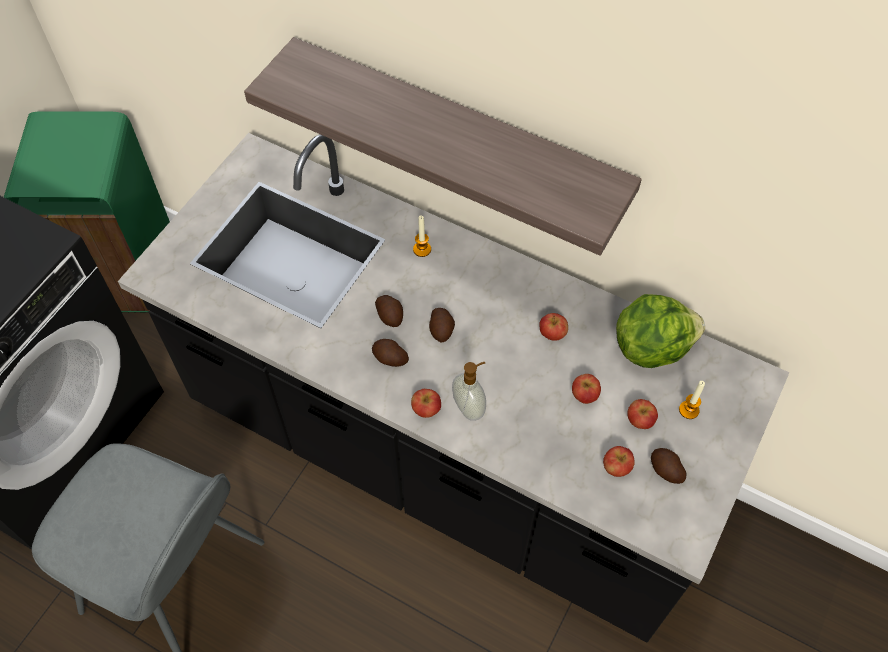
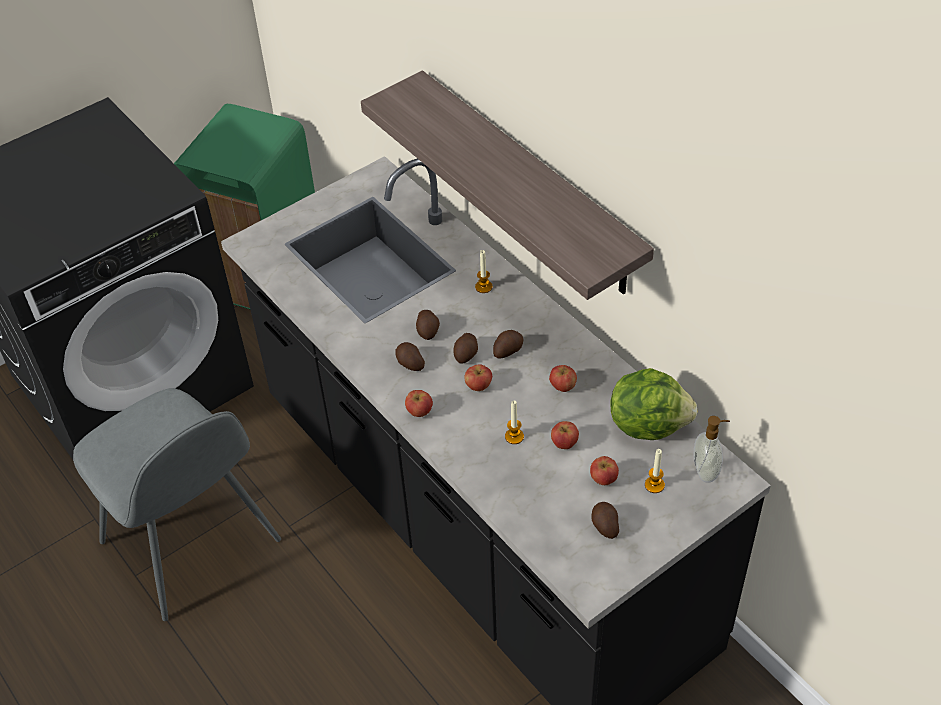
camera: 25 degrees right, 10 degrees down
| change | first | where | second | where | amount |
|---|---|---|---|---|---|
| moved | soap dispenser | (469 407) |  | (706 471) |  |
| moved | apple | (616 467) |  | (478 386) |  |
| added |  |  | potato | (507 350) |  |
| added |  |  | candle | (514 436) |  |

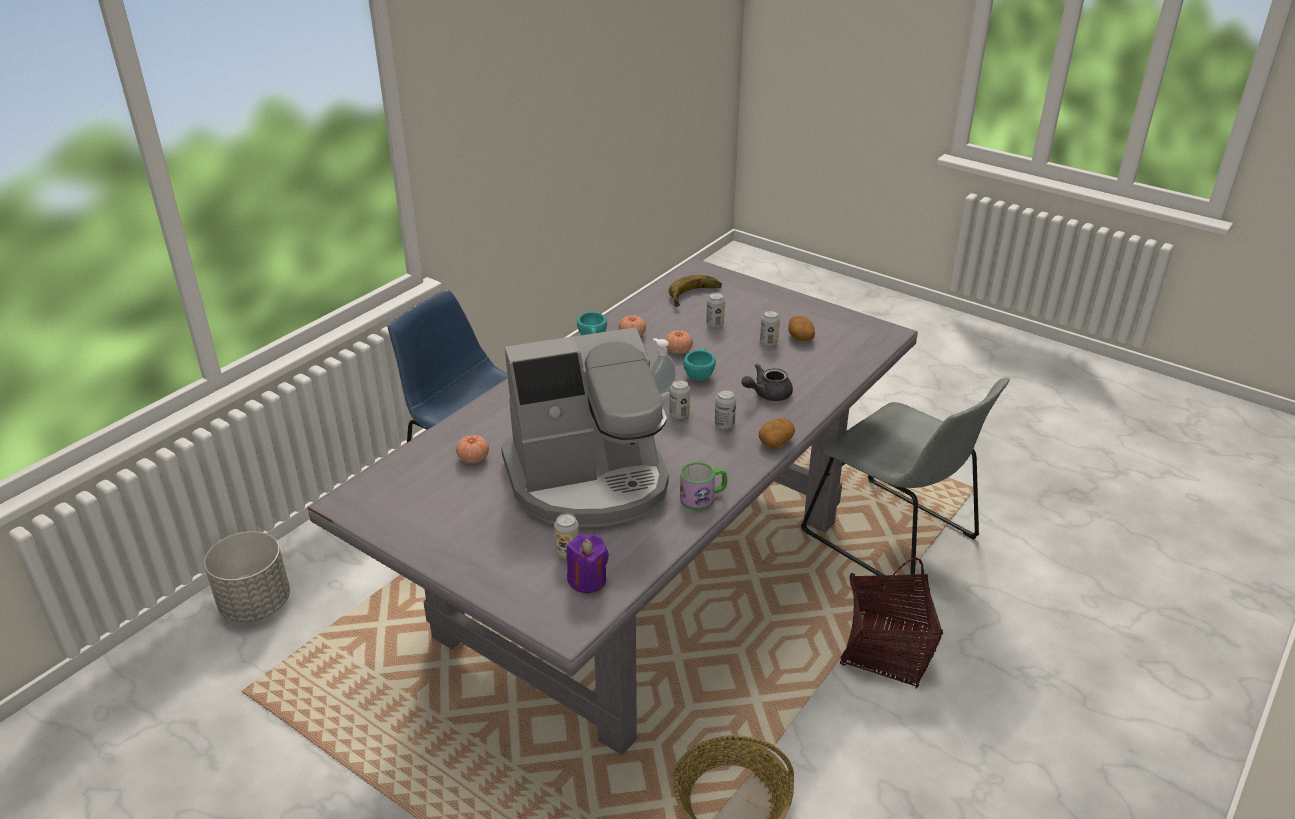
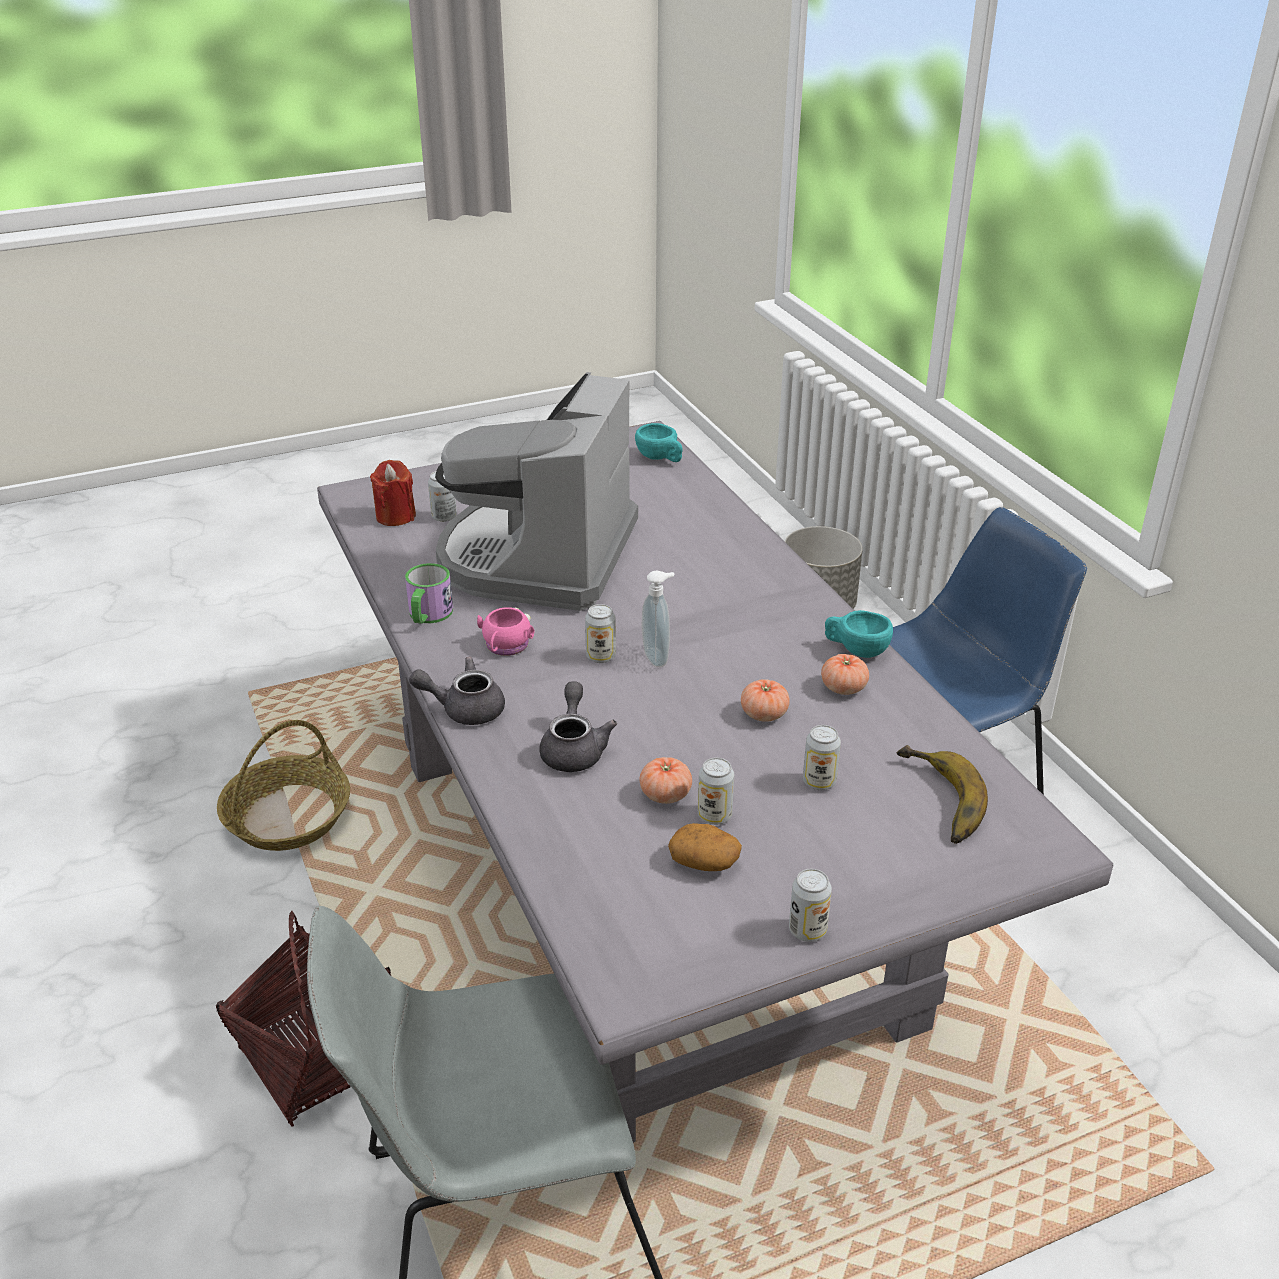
camera: 120 degrees right, 0 degrees up
| change | first | where | second | where | amount |
|---|---|---|---|---|---|
| moved | tomato | (473 458) |  | (665 794) |  |
| recoloured | purple candle | (587 580) | red candle | (395 516) |  |
| moved | turquoise cup | (699 374) |  | (660 458) |  |
| moved | can | (724 424) |  | (807 930) |  |
| replaced | potato | (776 441) | grey teapot | (464 709) |  |
| added |  |  | pink mug | (505 647) |  |

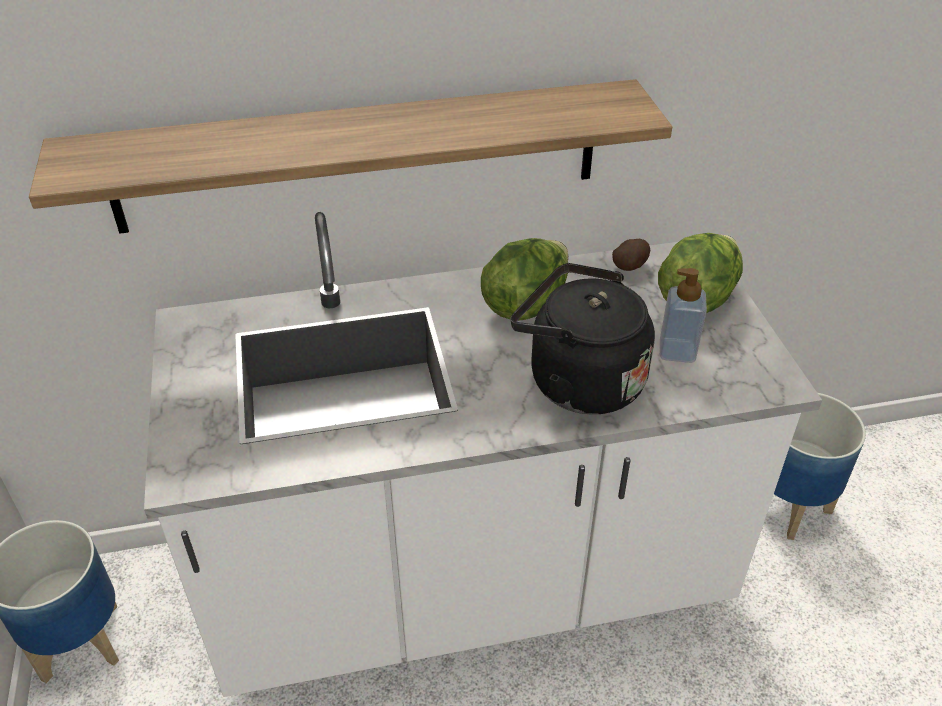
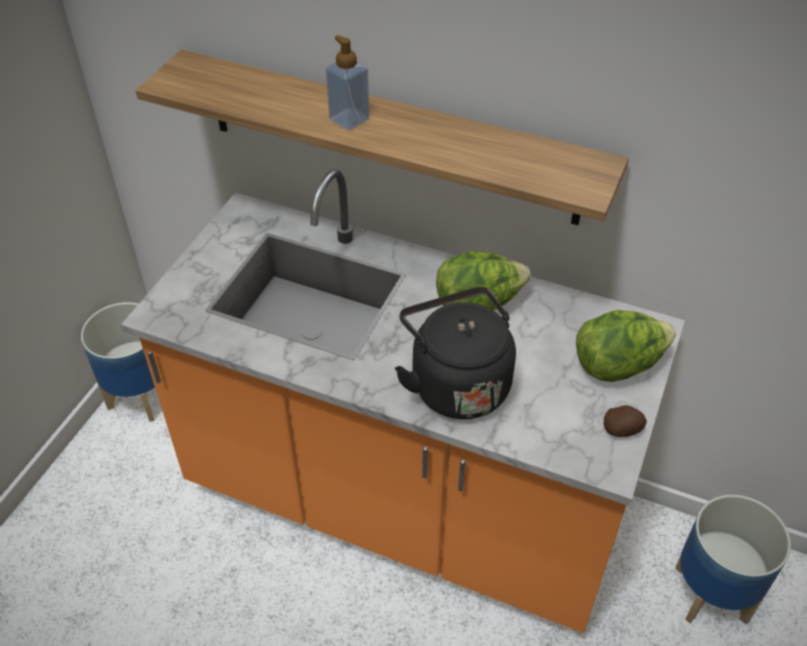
camera: 35 degrees right, 5 degrees up
| change | first | where | second | where | amount |
|---|---|---|---|---|---|
| recoloured | white counter | (471 585) | orange counter | (403 503) |  |
| moved | potato | (630 266) |  | (622 430) |  |
| moved | soap dispenser | (677 351) |  | (349 119) |  |

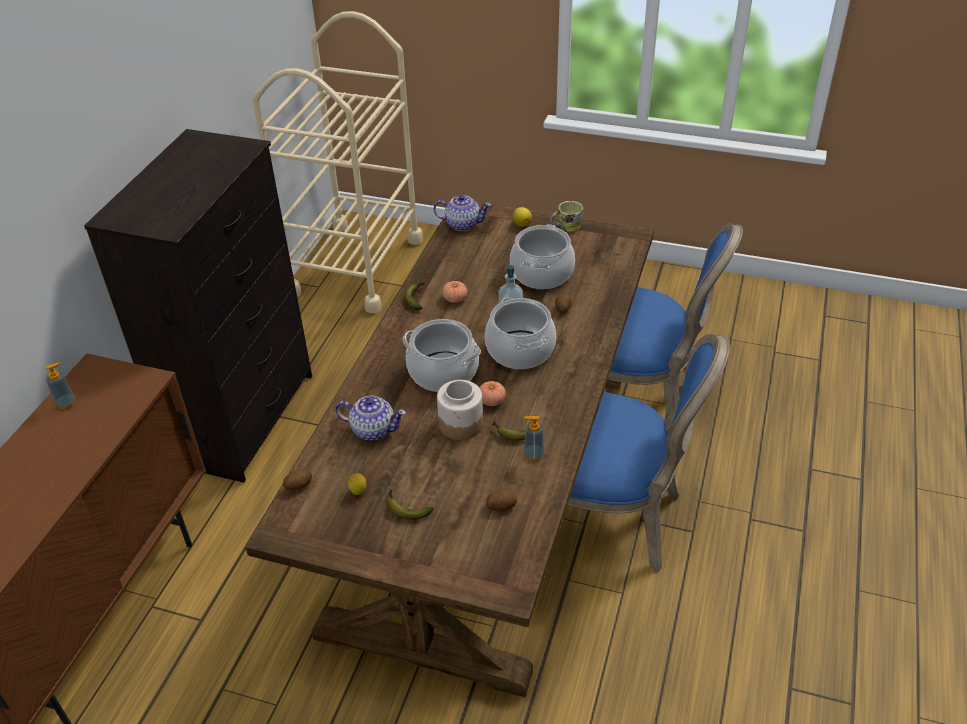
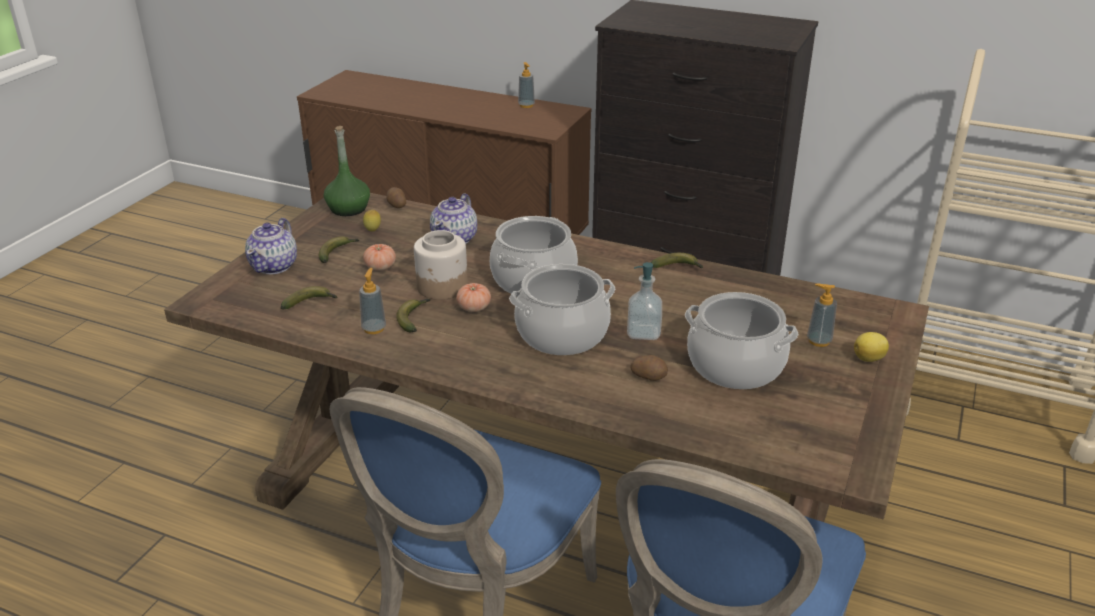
camera: 95 degrees right, 10 degrees down
| change | first | where | second | where | amount |
|---|---|---|---|---|---|
| moved | teapot | (462 224) |  | (274 266) |  |
| moved | tomato | (455 298) |  | (380 267) |  |
| replaced | potato | (501 506) | banana | (311 303) |  |
| removed | mug | (566 226) |  |  |  |
| added |  |  | green bottle | (348 209) |  |
| added |  |  | soap dispenser | (818 341) |  |

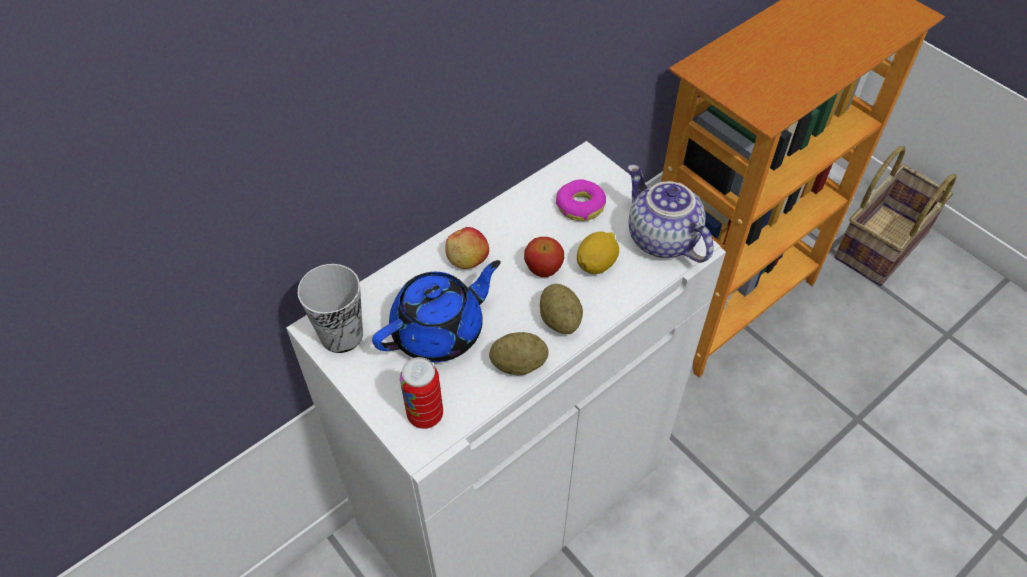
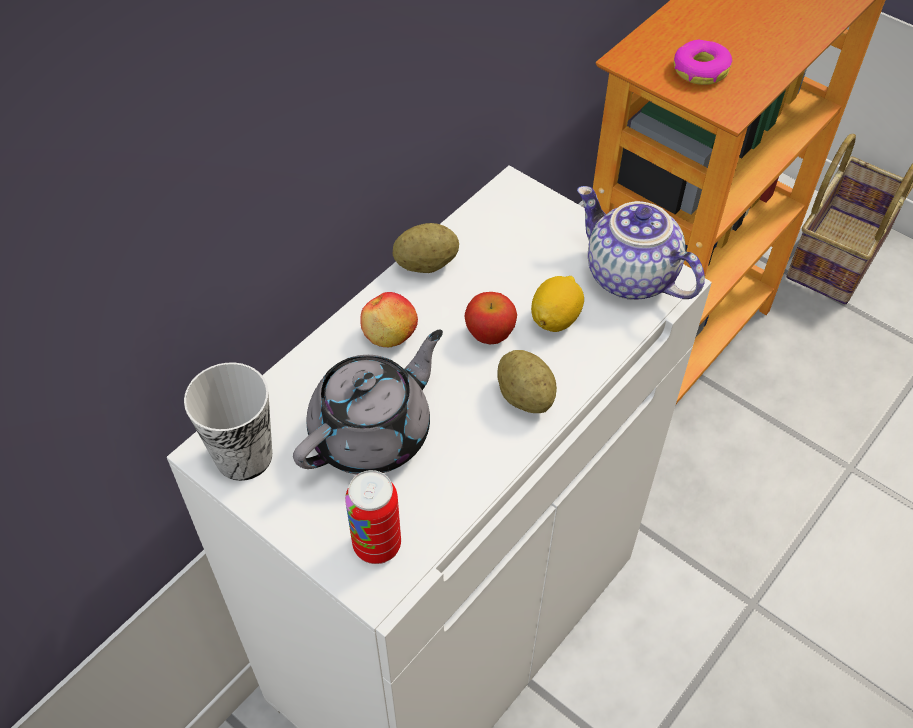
camera: 10 degrees left, 0 degrees up
| change | first | where | second | where | amount |
|---|---|---|---|---|---|
| recoloured | blue teapot | (440 331) | grey teapot | (373 432) |  |
| moved | potato | (518 364) |  | (426 264) |  |
| moved | donut | (580 206) |  | (700 70) |  |

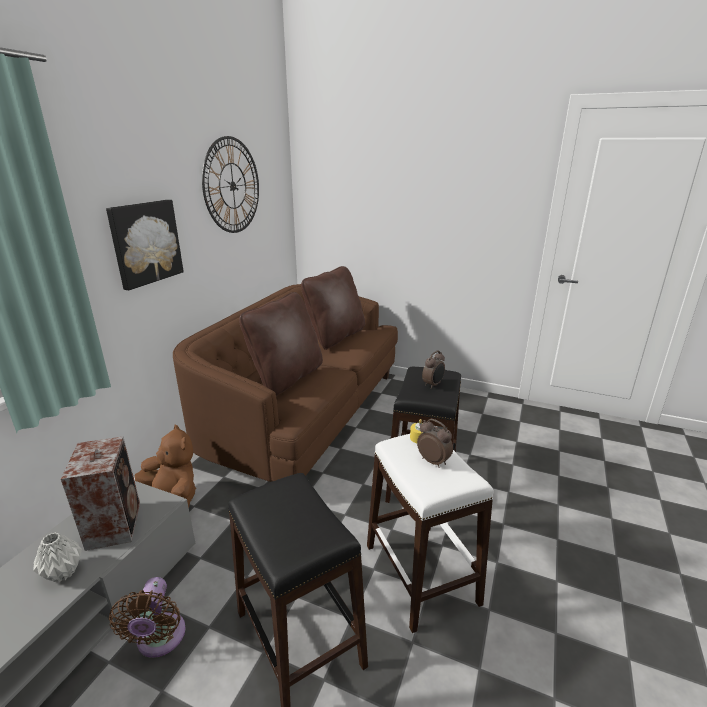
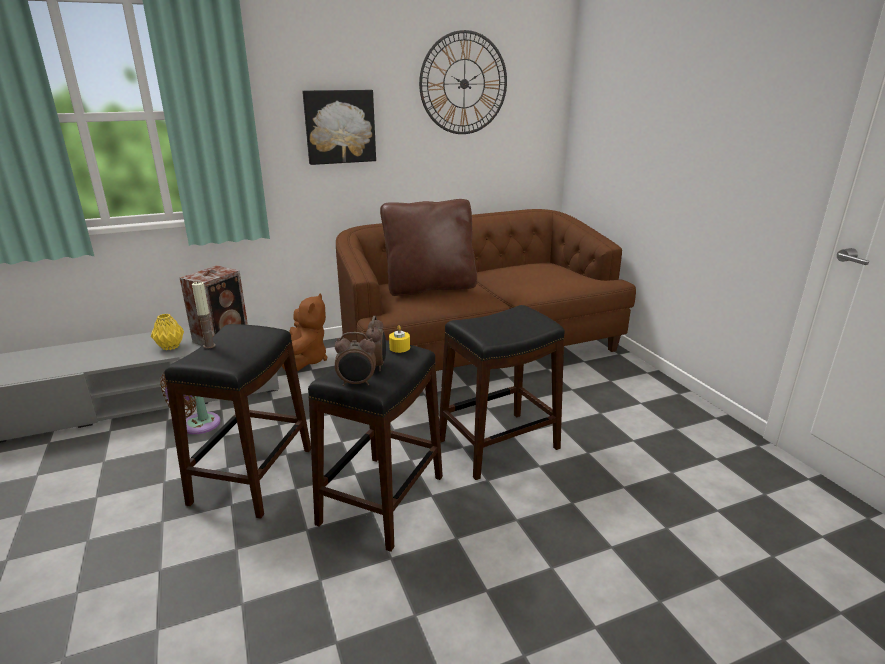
camera: 45 degrees right, 0 degrees up
| change | first | where | second | where | amount |
|---|---|---|---|---|---|
| recoloured | grey vase | (63 573) | yellow vase | (170 347) |  |
| removed | brown pillow | (335 337) |  |  |  |
| recoloured | white stool | (420 574) | black stool | (381 499) |  |
| moved | alarm clock | (433 385) |  | (357 383) |  |
| added |  |  | candle | (209 346) |  |

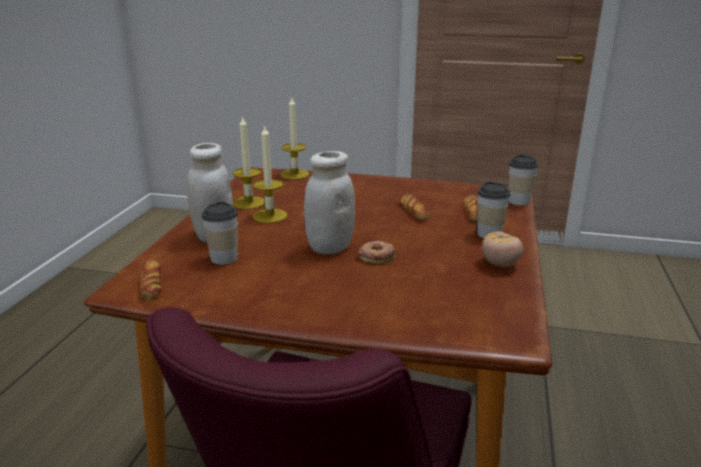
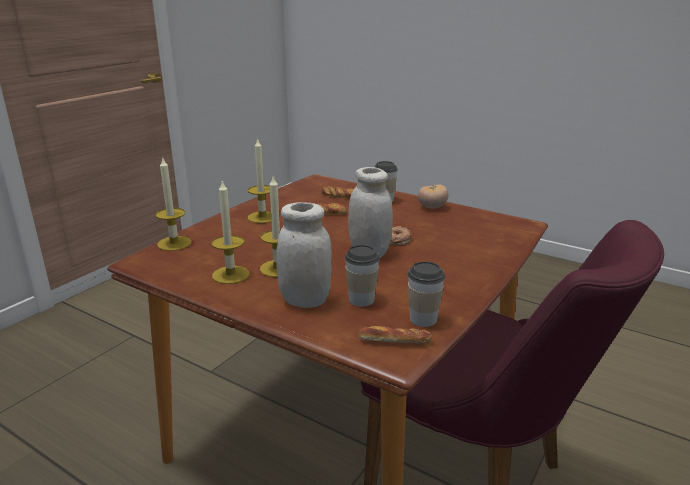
camera: 70 degrees left, 0 degrees up
| change | first | where | second | where | amount |
|---|---|---|---|---|---|
| moved | cup | (518 201) |  | (423 319) |  |
| added |  |  | candle | (262 217) |  |

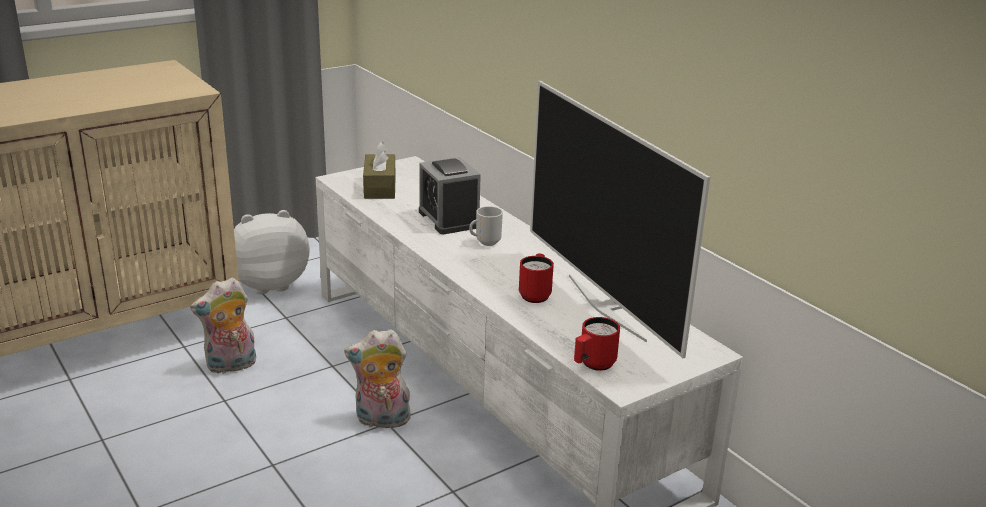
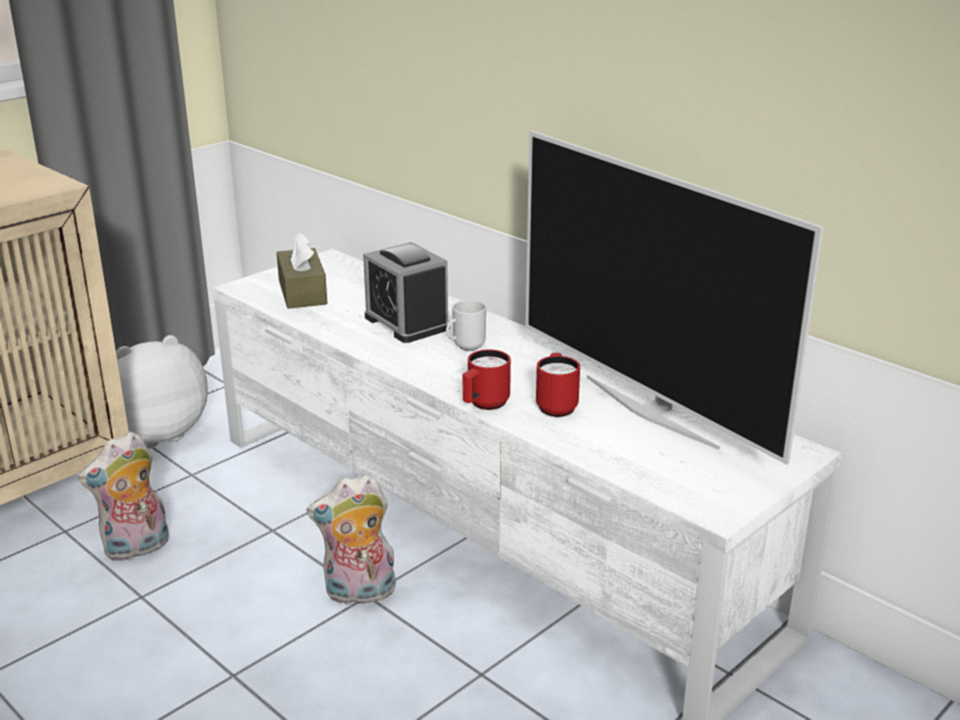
camera: 10 degrees left, 0 degrees up
| change | first | where | second | where | amount |
|---|---|---|---|---|---|
| moved | red mug | (593 365) |  | (484 405) |  |

